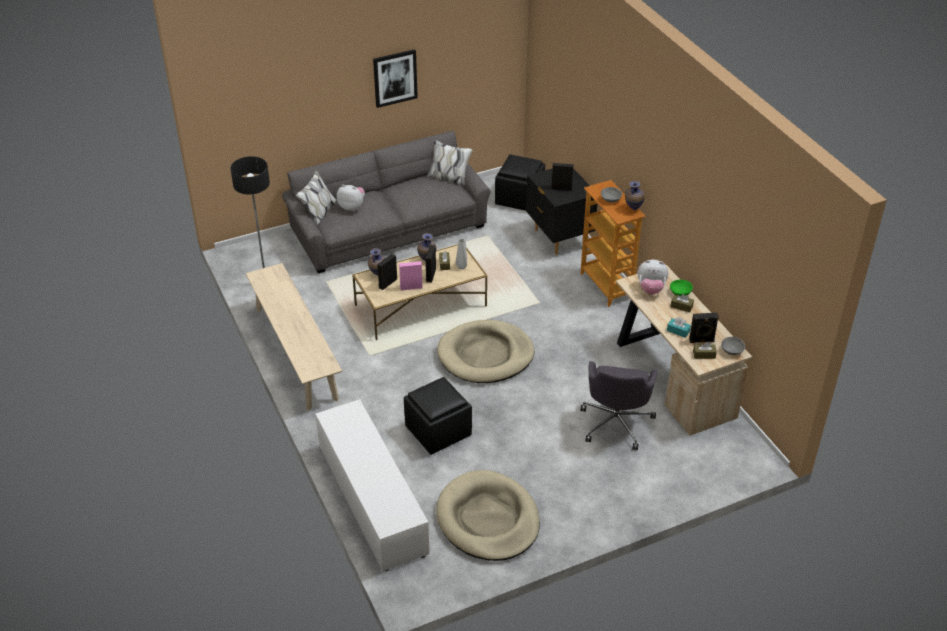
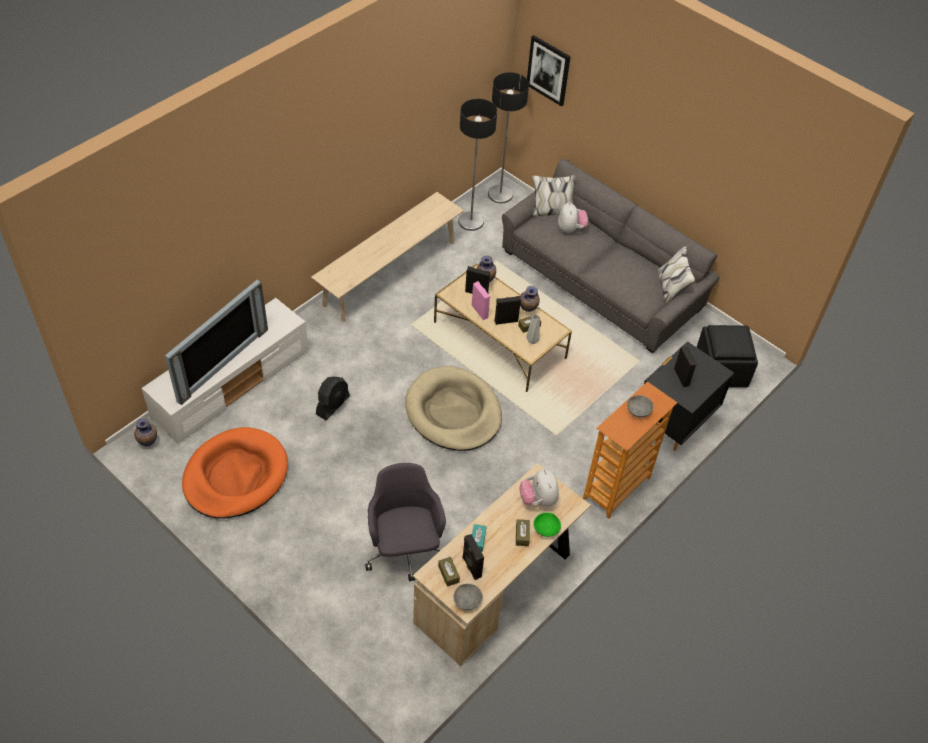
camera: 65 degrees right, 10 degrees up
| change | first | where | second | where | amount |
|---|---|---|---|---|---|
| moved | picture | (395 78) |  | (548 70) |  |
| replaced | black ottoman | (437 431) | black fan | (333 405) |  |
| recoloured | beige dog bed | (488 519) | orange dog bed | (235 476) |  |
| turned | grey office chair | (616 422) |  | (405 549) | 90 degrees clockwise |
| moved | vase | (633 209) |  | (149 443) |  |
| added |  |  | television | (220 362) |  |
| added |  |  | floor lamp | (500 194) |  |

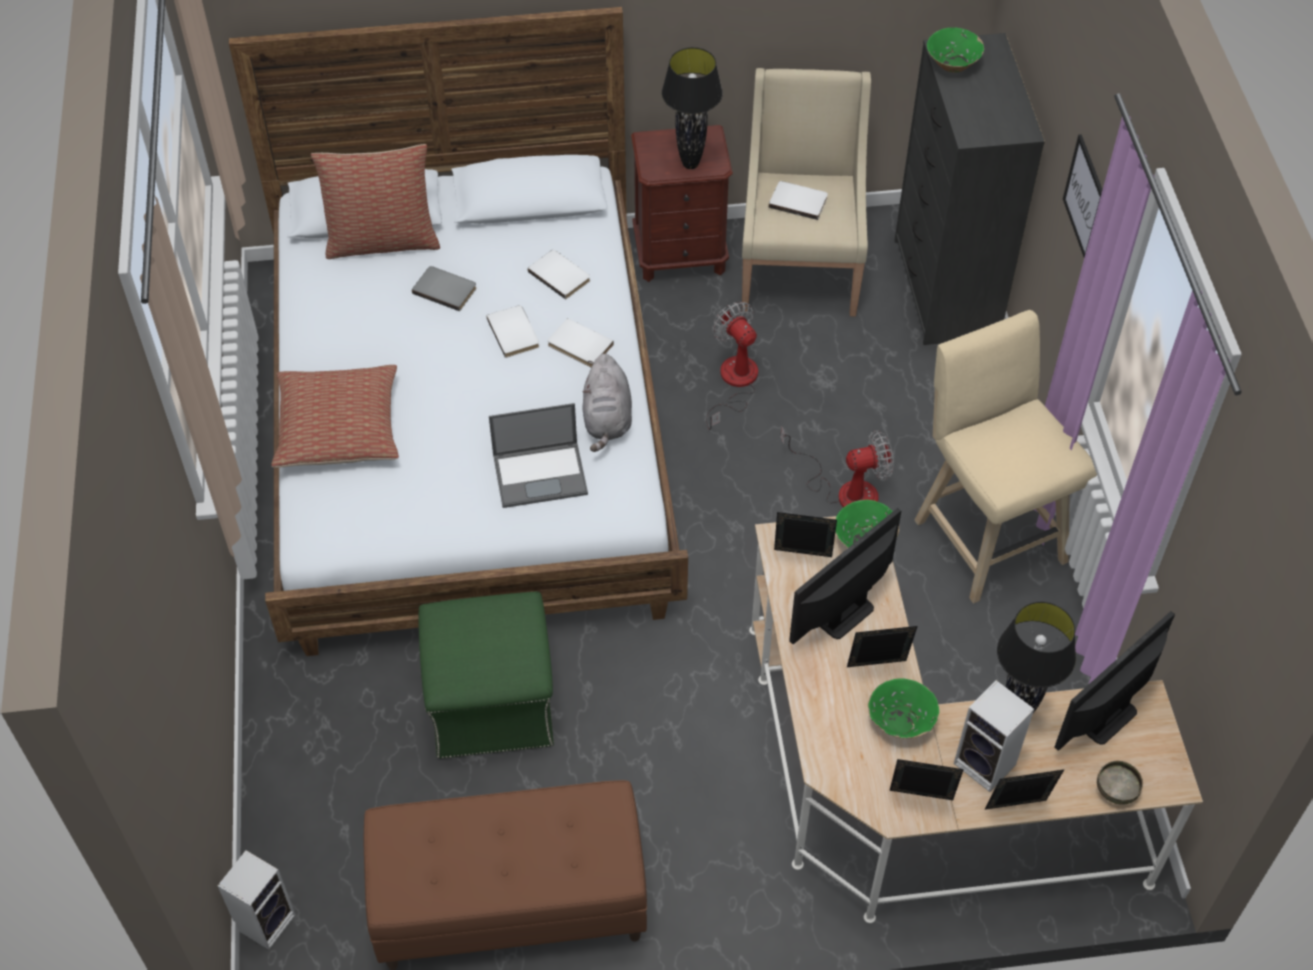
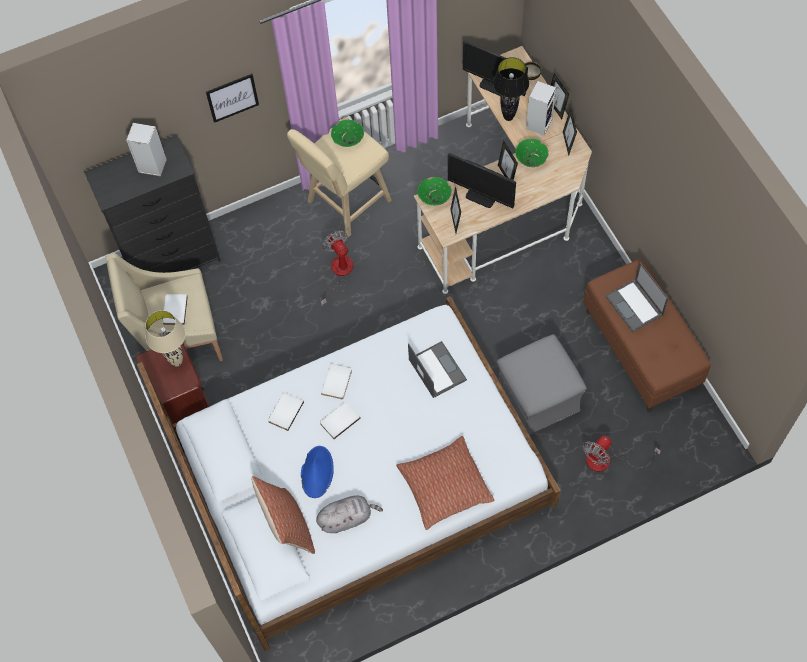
camera: 105 degrees left, 10 degrees up
| change | first | where | second | where | amount |
|---|---|---|---|---|---|
| moved | speaker | (267 920) |  | (151 166) |  |
| replaced | grey book | (445 289) | blue hat | (317 472) |  |
| recoloured | green ottoman | (493 703) | grey ottoman | (537 397) |  |
| moved | grey plush toy | (607 419) |  | (347 518) |  |
| recoloured | black table lamp | (691 164) | beige table lamp | (177 362) |  |
| moved | fan | (734 383) |  | (607 460) |  |
| moved | green bowl | (952 64) |  | (348 140) |  |
| added |  |  | laptop | (635 306) |  |

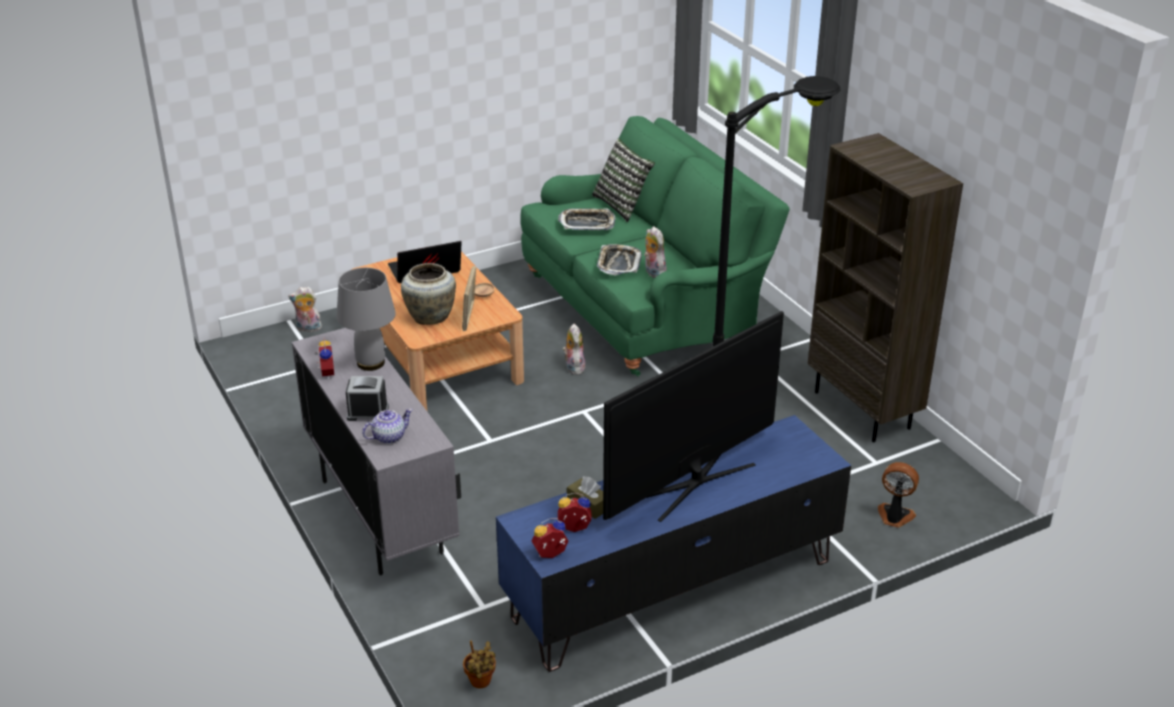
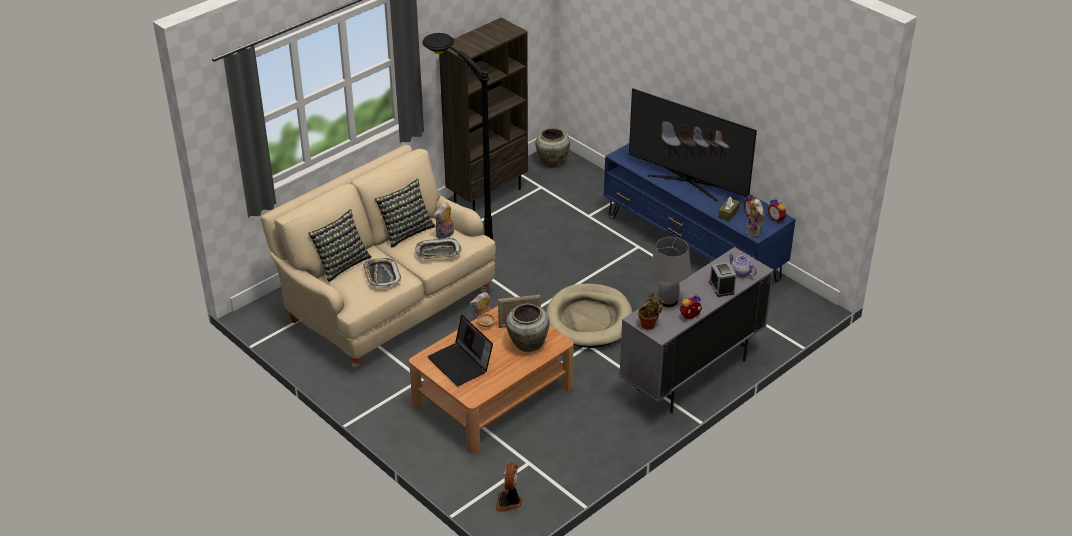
camera: 105 degrees left, 5 degrees up
| change | first | where | second | where | amount |
|---|---|---|---|---|---|
| moved | plush toy | (308 328) |  | (755 231) |  |
| moved | potted plant | (480 683) |  | (649 324) |  |
| recoloured | green sofa | (645 307) | beige sofa | (385 301) |  |
| moved | fan | (894 517) |  | (509 502) |  |
| added |  |  | pillow | (406 231) |  |
| added |  |  | beige vase | (552 161) |  |
| added |  |  | beige dog bed | (589 319) |  |

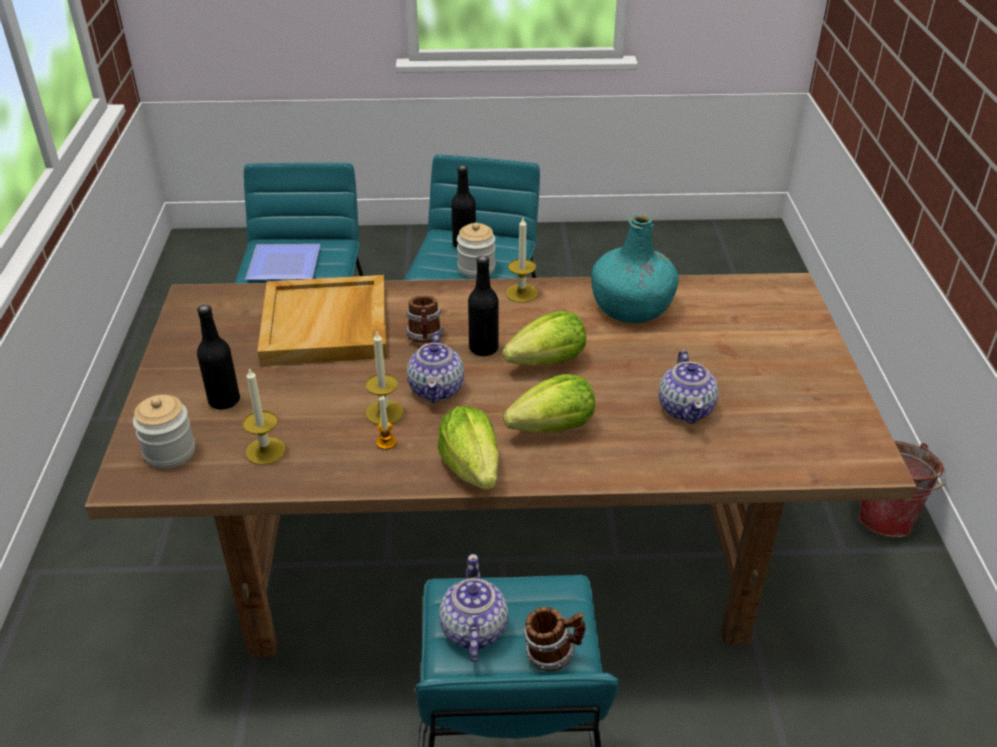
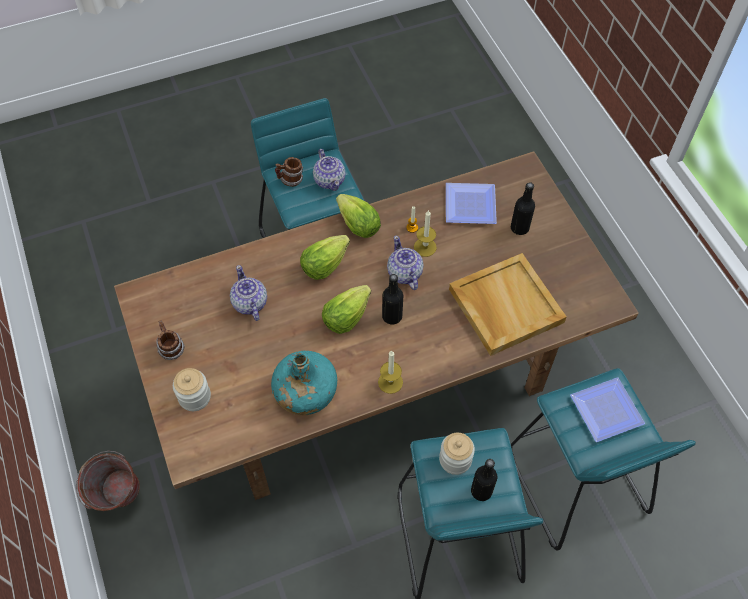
camera: 160 degrees right, 20 degrees up
| change | first | where | second | where | amount |
|---|---|---|---|---|---|
| moved | jar | (169 452) |  | (194 397) |  |
| replaced | candle | (265 451) | plate | (472 204) |  |
| moved | mug | (425 338) |  | (171 349) |  |

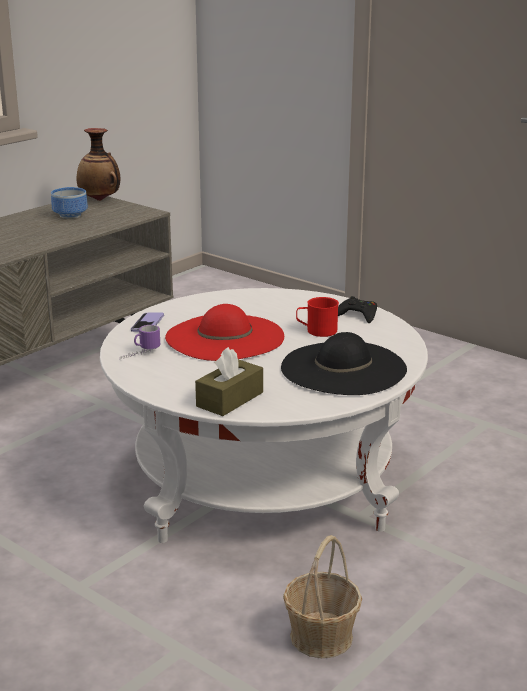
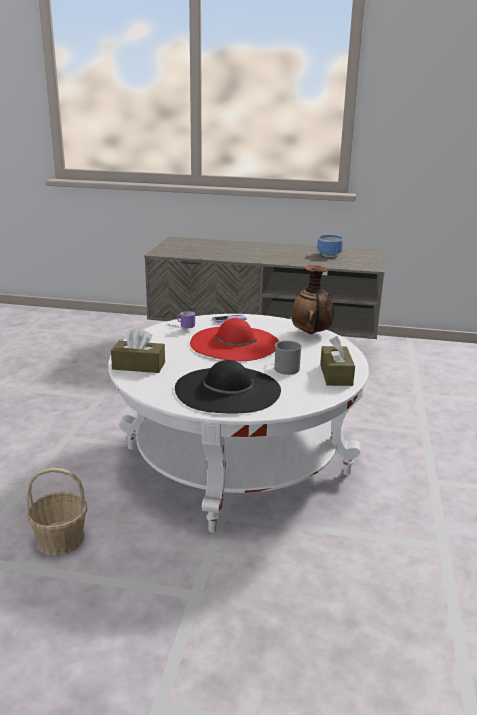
camera: 60 degrees right, 0 degrees up
| change | first | where | second | where | amount |
|---|---|---|---|---|---|
| moved | vase | (100 200) |  | (311 334) |  |
| recoloured | red mug | (316 330) | grey mug | (285 367) |  |
| replaced | black game controller | (357 315) | brown tissue box | (336 375) |  |

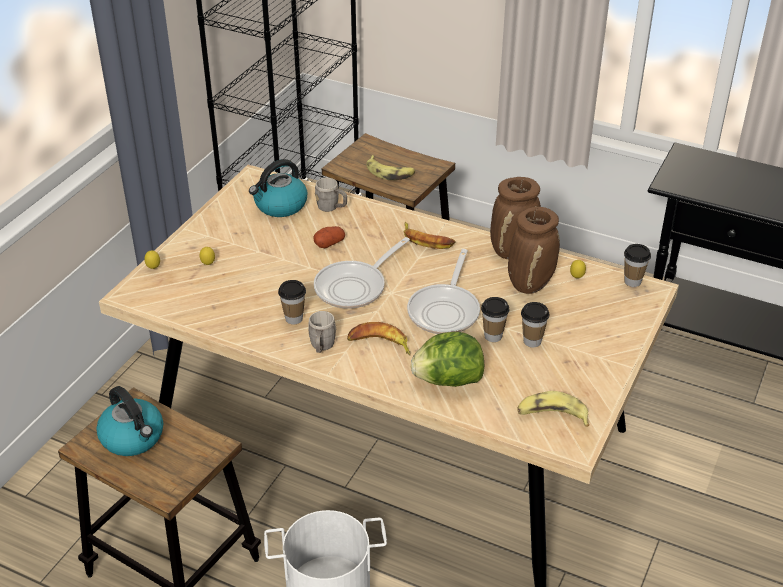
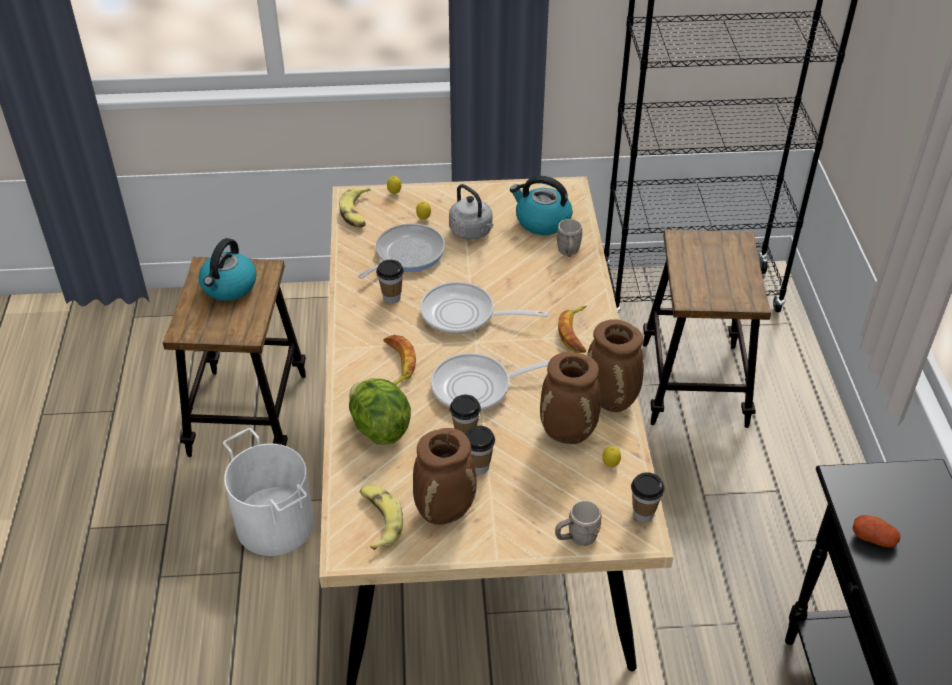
camera: 60 degrees right, 5 degrees up
| change | first | where | second | where | amount |
|---|---|---|---|---|---|
| moved | grey mug | (321 347) |  | (576 537) |  |
| moved | potato | (329 243) |  | (873 538) |  |
| moved | banana | (390 172) |  | (357 213) |  |
| added |  |  | frying pan | (406 254) |  |
| added |  |  | brown vase | (445 510) |  |
| added |  |  | grey kettle | (472 232) |  |

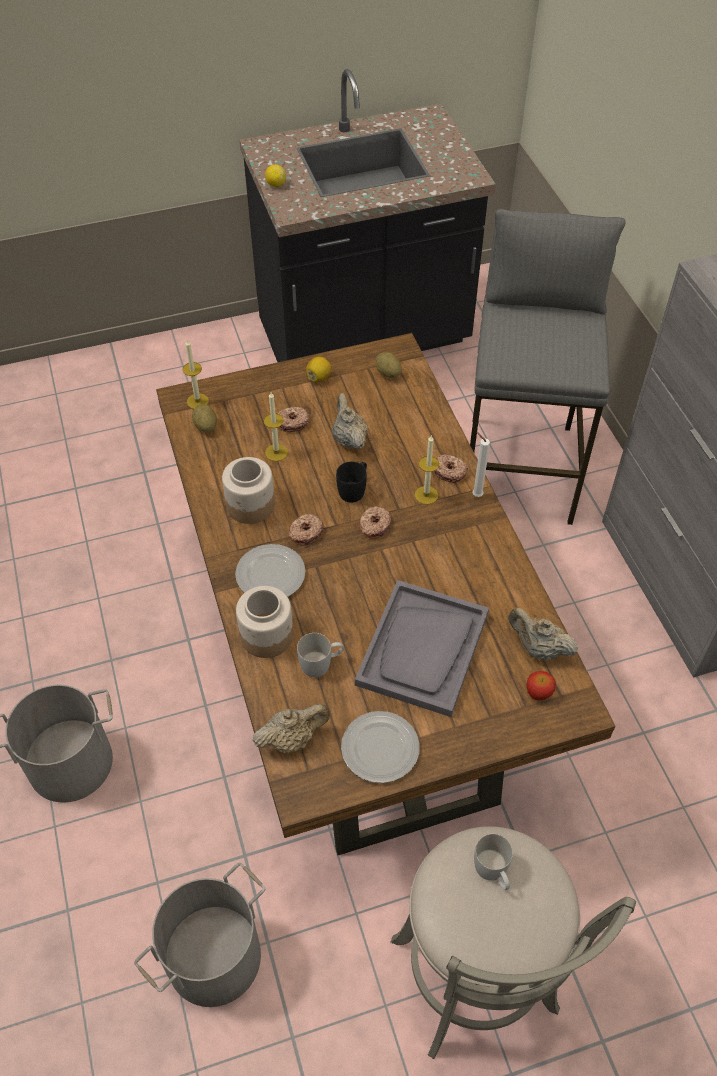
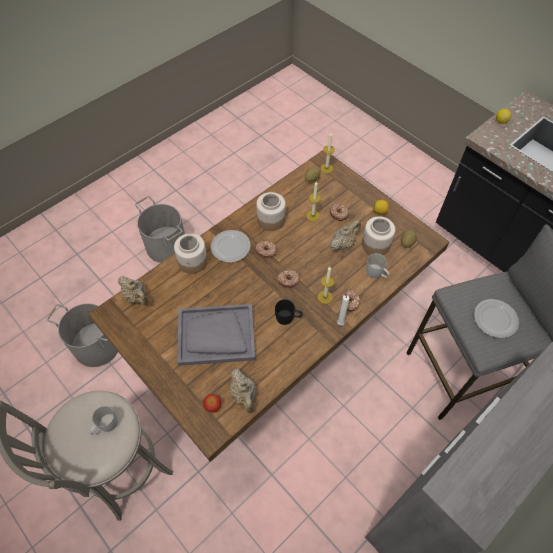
camera: 65 degrees right, 5 degrees up
| change | first | where | second | where | amount |
|---|---|---|---|---|---|
| moved | white mug | (321 663) |  | (376 274) |  |
| moved | black mug | (354 489) |  | (288 318) |  |
| moved | plate | (379 749) |  | (494 319) |  |
| turned | beige teapot | (538 648) |  | (244 396) | 150 degrees clockwise |
| added |  |  | jar | (375 244) |  |

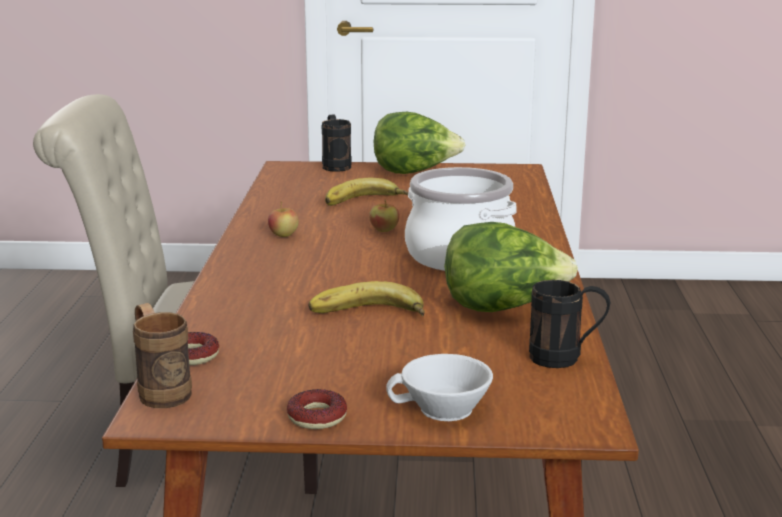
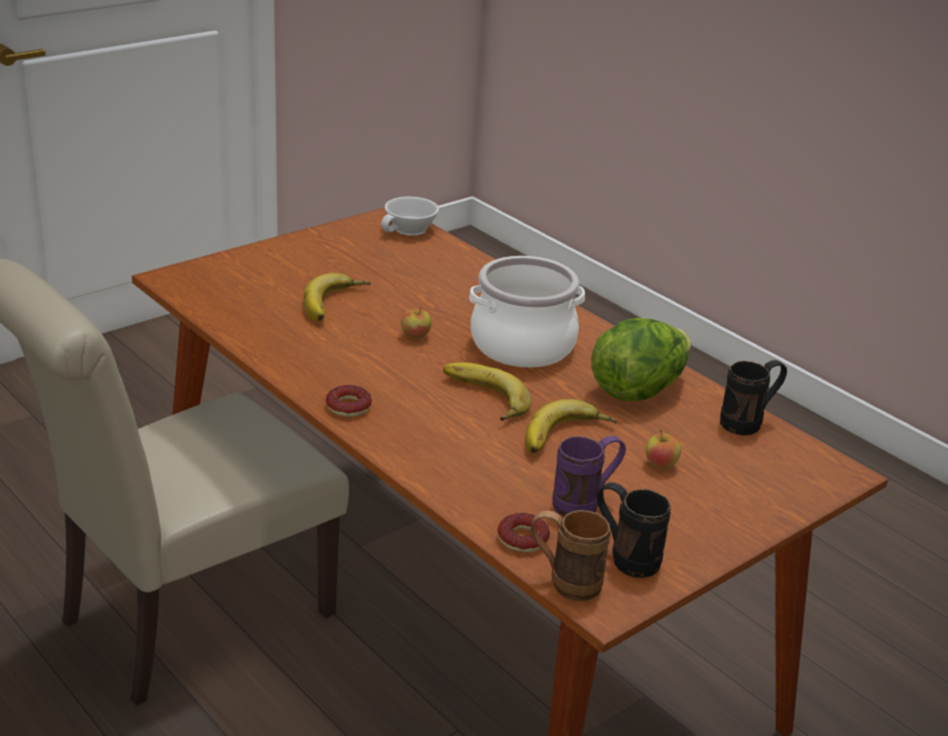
camera: 45 degrees left, 10 degrees up
| change | first | where | second | where | amount |
|---|---|---|---|---|---|
| moved | apple | (283 235) |  | (661 465) |  |
| moved | donut | (317 417) |  | (348 406) |  |
| moved | black mug | (335 165) |  | (625 557) |  |
| removed | lettuce | (414 172) |  |  |  |
| moved | white cup | (443 410) |  | (410 230) |  |
| added |  |  | banana | (482 398) |  |
| added |  |  | purple mug | (585 504) |  |

